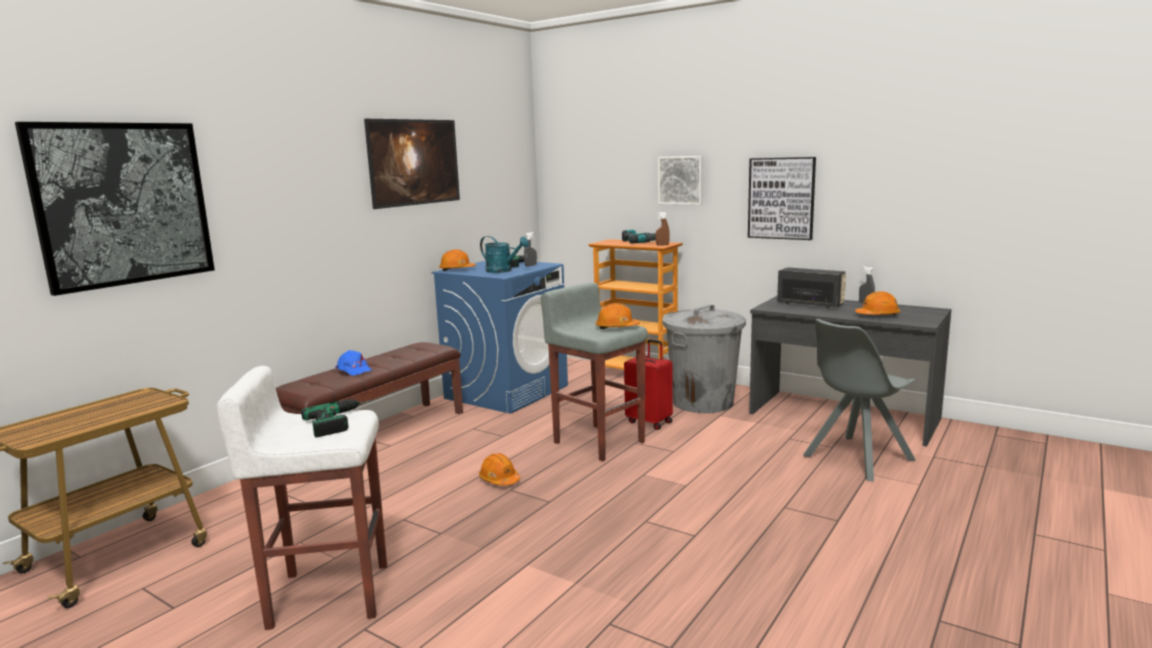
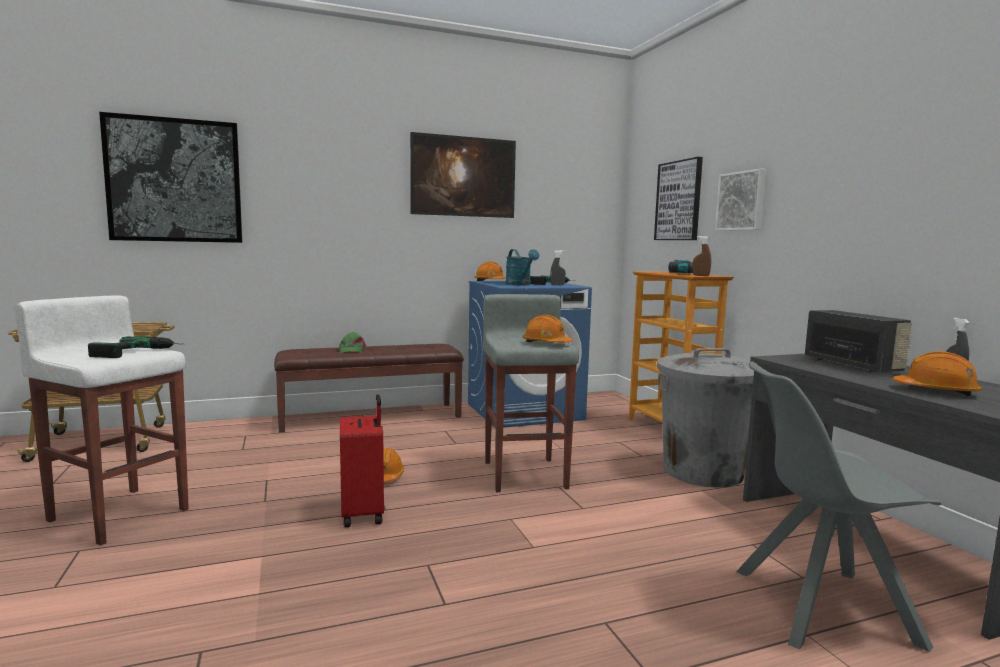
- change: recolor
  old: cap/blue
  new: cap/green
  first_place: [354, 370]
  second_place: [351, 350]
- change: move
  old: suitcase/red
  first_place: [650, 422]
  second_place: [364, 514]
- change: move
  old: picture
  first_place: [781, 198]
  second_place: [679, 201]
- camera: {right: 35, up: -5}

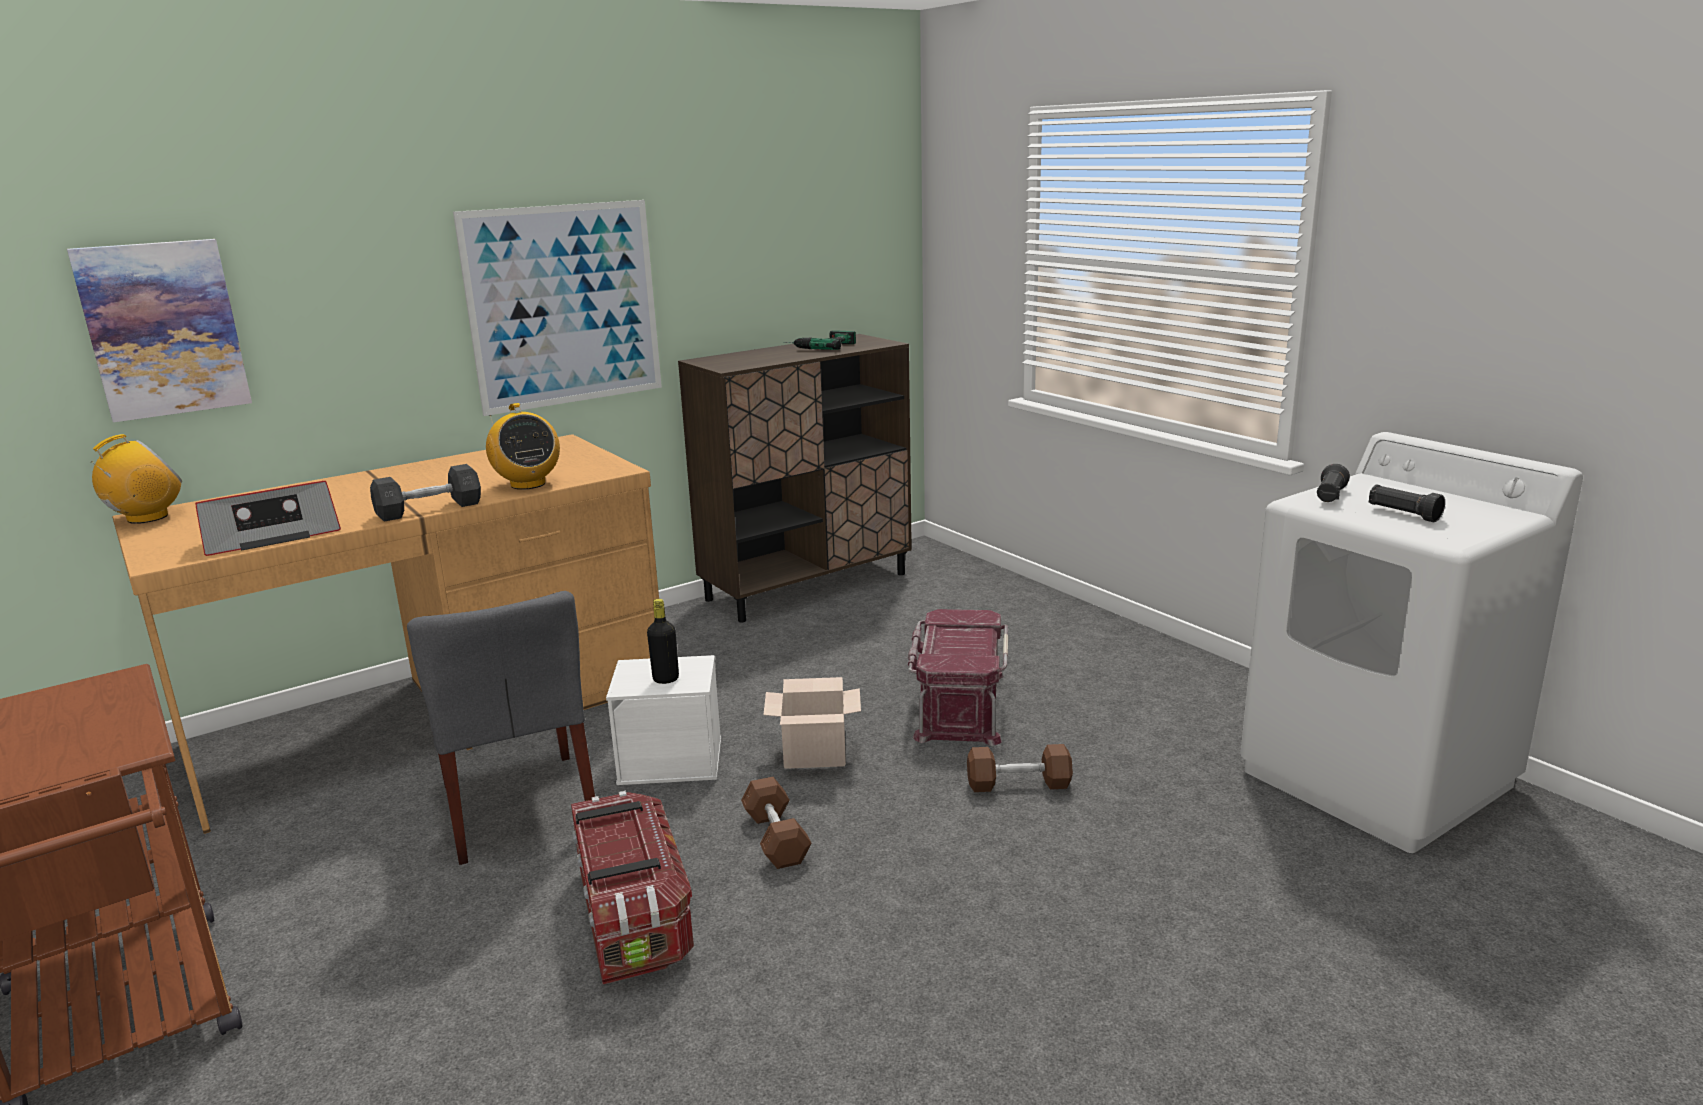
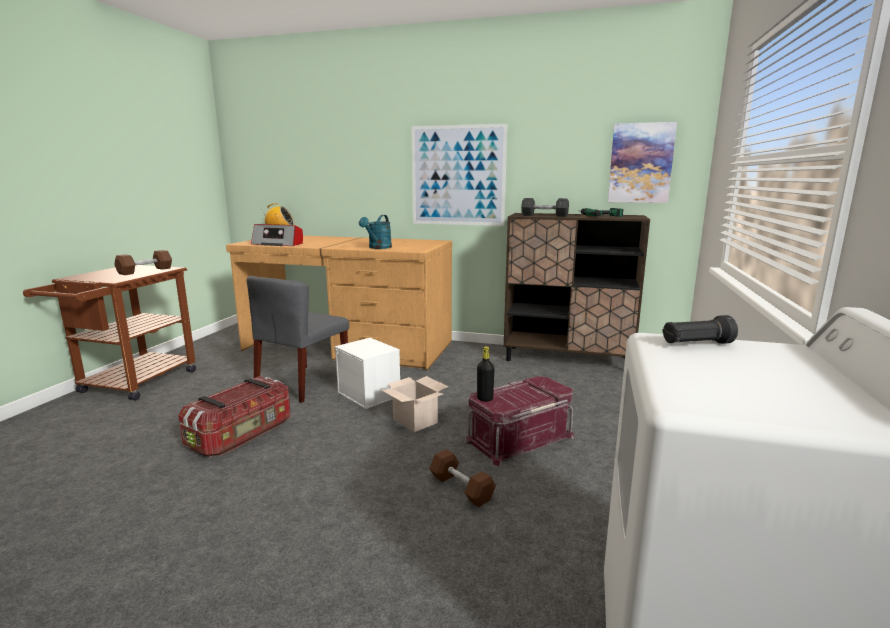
- change: move
  old: dumbbell/brown
  first_place: [776, 838]
  second_place: [145, 271]
- change: replace
  old: radio
  new: watering can/turquoise
  first_place: [527, 484]
  second_place: [378, 248]
- change: move
  old: bottle/black
  first_place: [666, 679]
  second_place: [485, 398]
- change: move
  old: dumbbell/grey
  first_place: [429, 509]
  second_place: [544, 215]
- change: move
  old: picture
  first_place: [163, 329]
  second_place: [640, 163]
- change: delete
  old: flashlight/black
  first_place: [1402, 514]
- camera: {right: 50, up: -5}

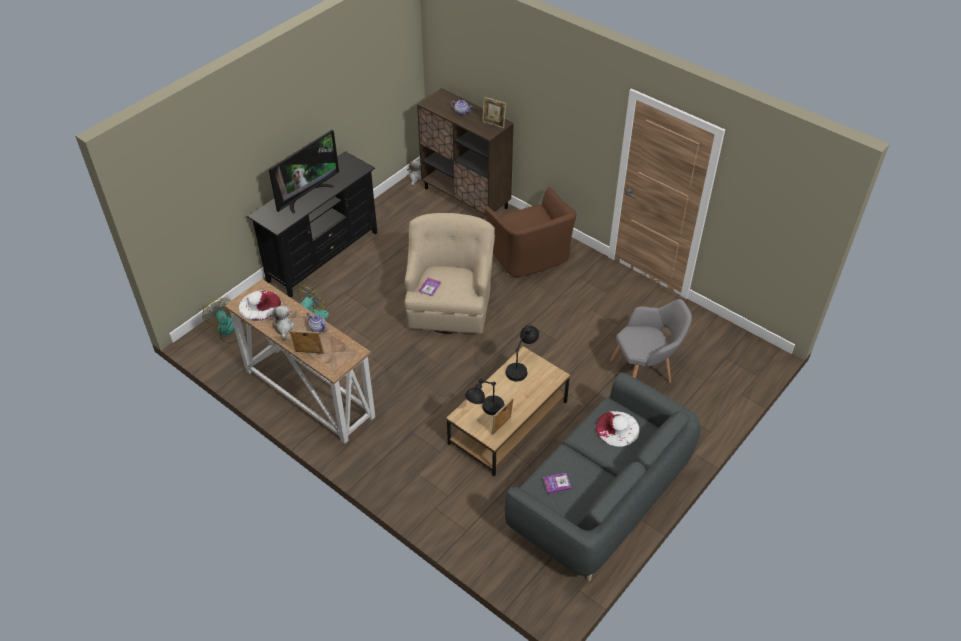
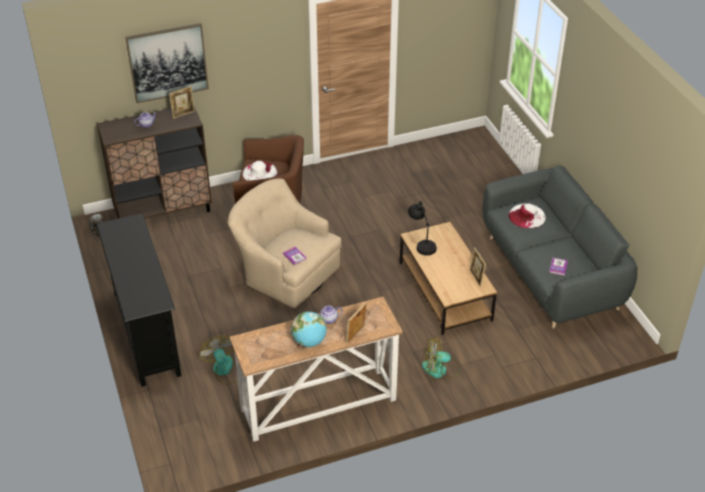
- change: insert
  new: picture
  second_place: [167, 62]
- change: move
  old: hat/white
  first_place: [259, 305]
  second_place: [260, 172]
- change: replace
  old: plush toy
  new: globe
  first_place: [283, 327]
  second_place: [309, 341]
- change: move
  old: fan
  first_place: [229, 330]
  second_place: [440, 369]
- change: delete
  old: television
  first_place: [307, 195]
- change: delete
  old: table lamp/black
  first_place: [485, 412]
- change: delete
  old: armchair/grey
  first_place: [645, 372]
- camera: {right: -60, up: -5}

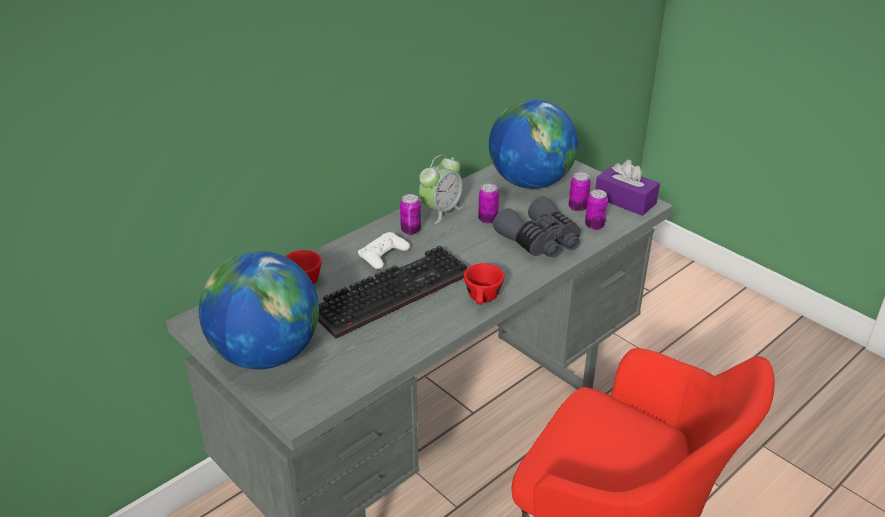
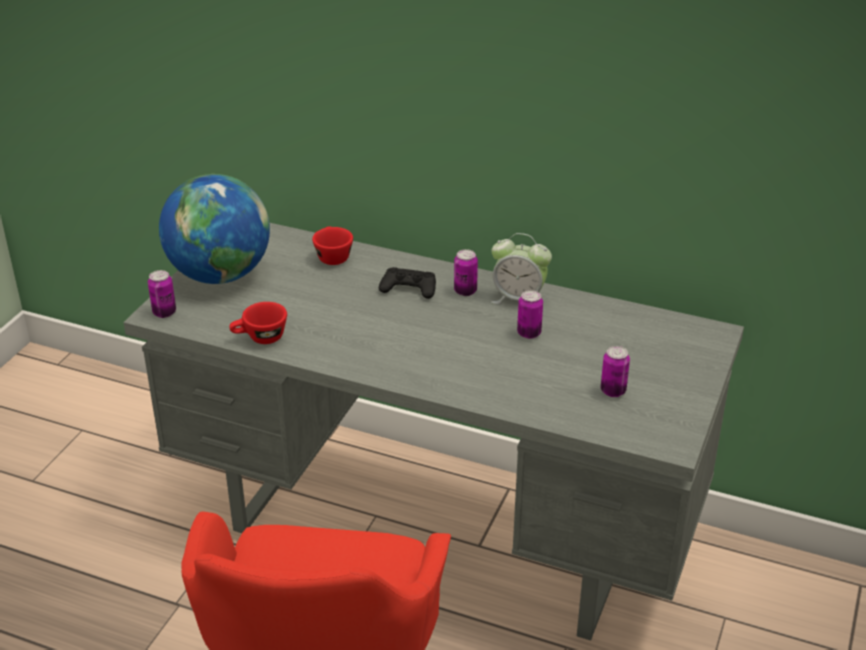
- change: move
  old: can
  first_place: [594, 225]
  second_place: [164, 312]
- change: move
  old: cup/red
  first_place: [483, 299]
  second_place: [260, 338]
- change: recolor
  old: game controller/white
  new: game controller/black
  first_place: [383, 255]
  second_place: [409, 288]
- change: delete
  old: keyboard
  first_place: [392, 291]
- change: delete
  old: globe
  first_place: [530, 182]
- change: delete
  old: binoculars/grey
  first_place: [540, 241]
- change: delete
  old: tissue box/purple
  first_place: [625, 200]
- camera: {right: 65, up: 0}

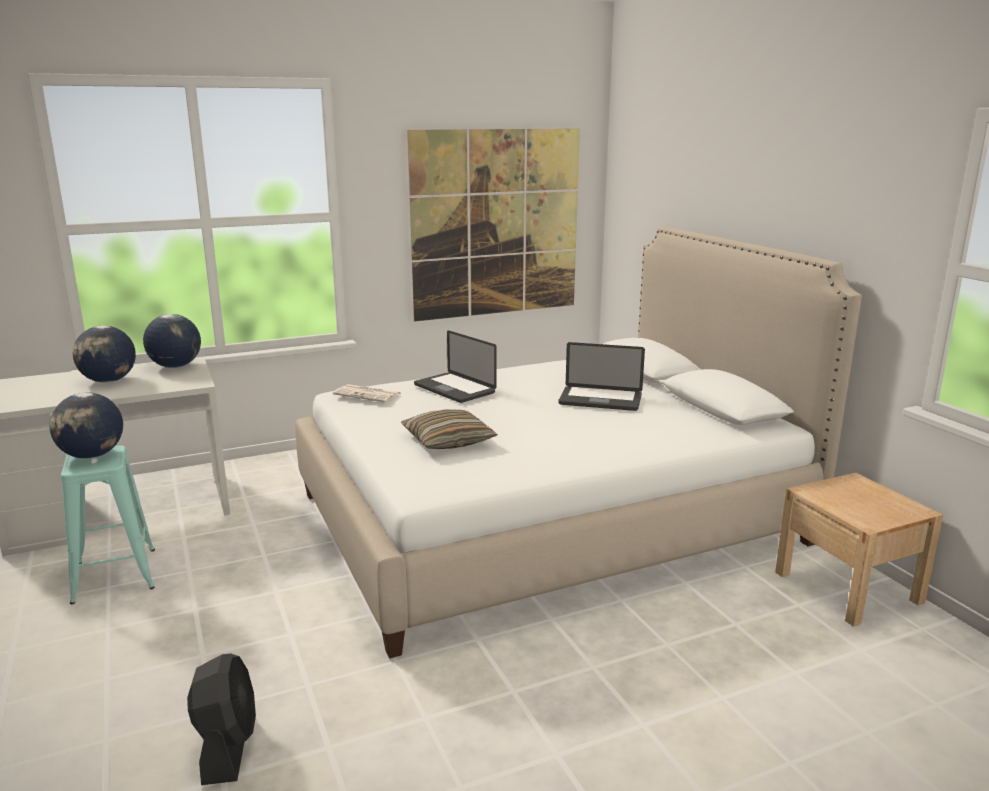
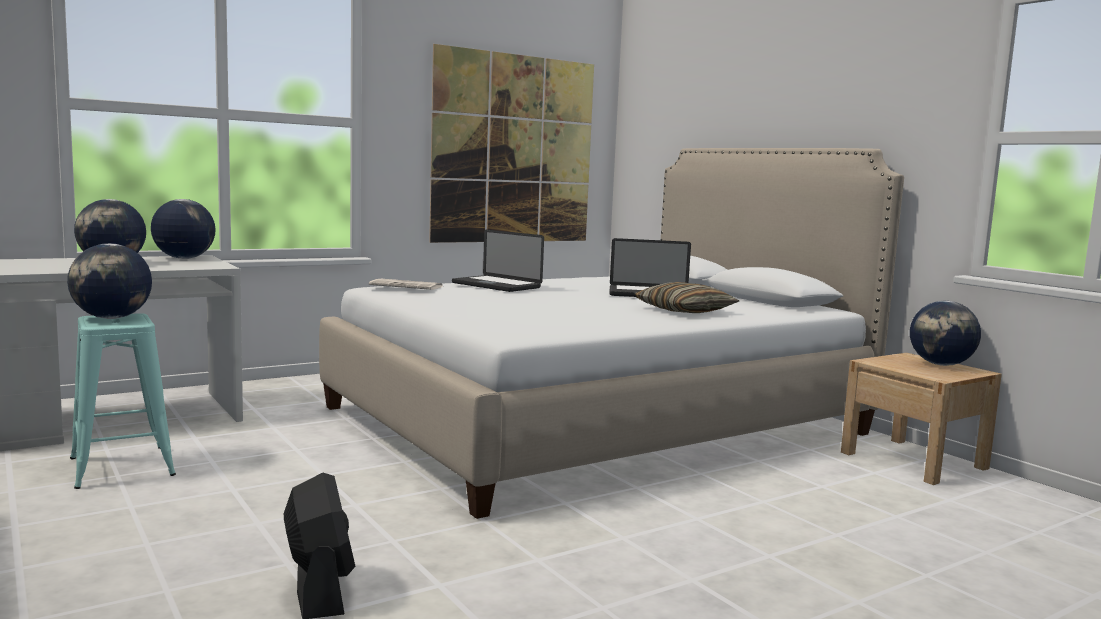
- change: move
  old: pillow
  first_place: [448, 441]
  second_place: [685, 311]
- change: insert
  new: globe
  second_place: [941, 364]
- camera: {right: -10, up: -10}

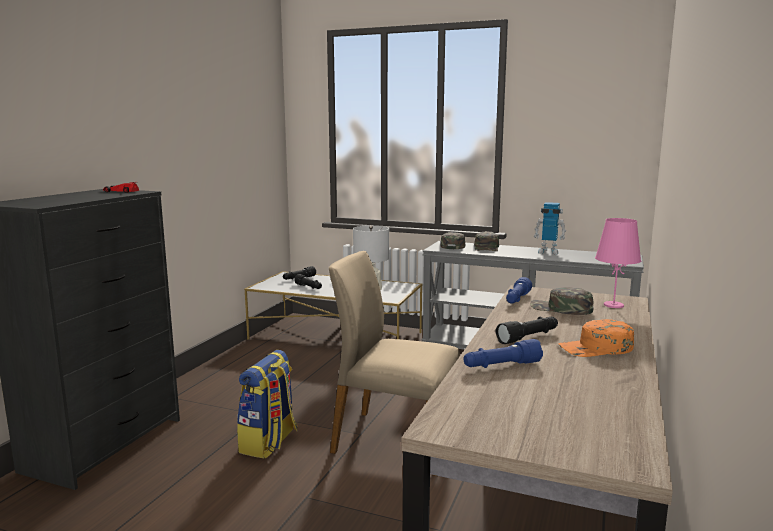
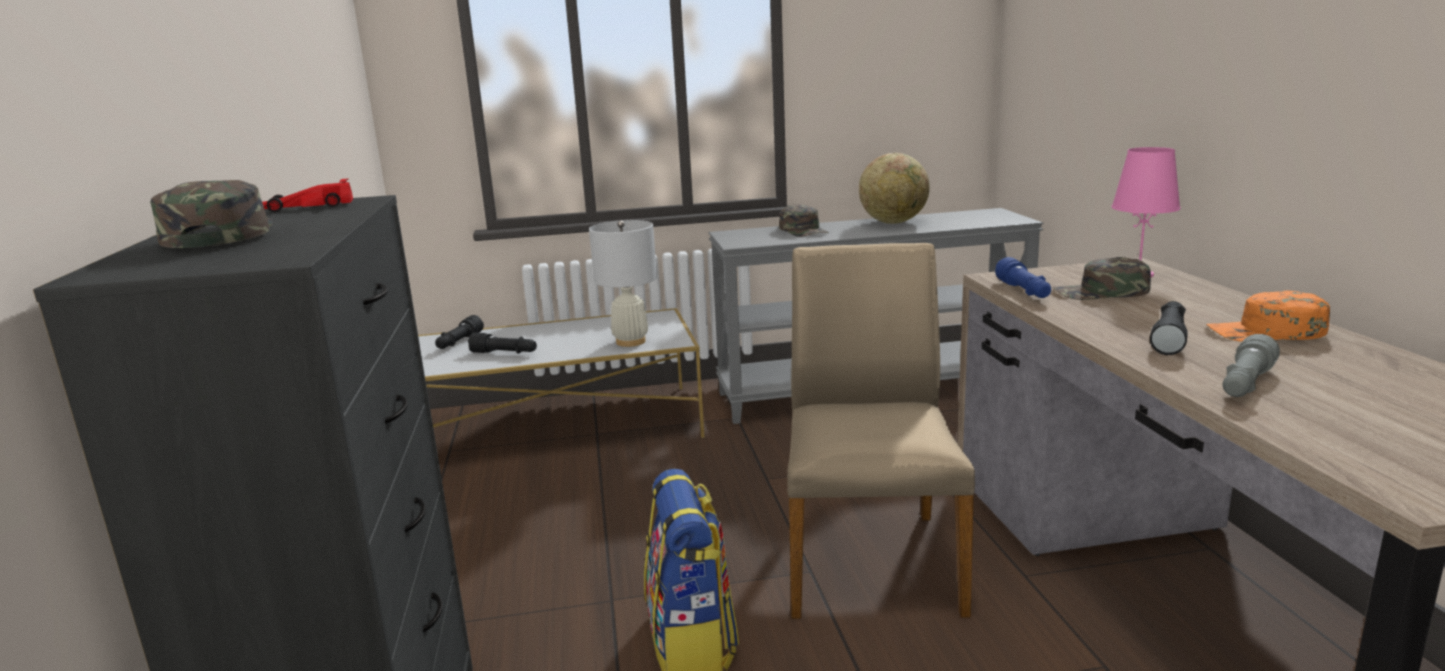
- change: move
  old: cap/green
  first_place: [453, 246]
  second_place: [219, 235]
- change: rotate
  old: chair/beige
  first_place: [395, 440]
  second_place: [870, 560]
  degrees: 105
- change: replace
  old: toy robot
  new: globe
  first_place: [548, 252]
  second_place: [893, 222]
- change: rotate
  old: cap/orange
  first_place: [596, 348]
  second_place: [1266, 332]
  degrees: 45
- change: recolor
  old: flashlight/blue
  new: flashlight/grey
  first_place: [501, 366]
  second_place: [1245, 385]
- camera: {right: -30, up: 5}

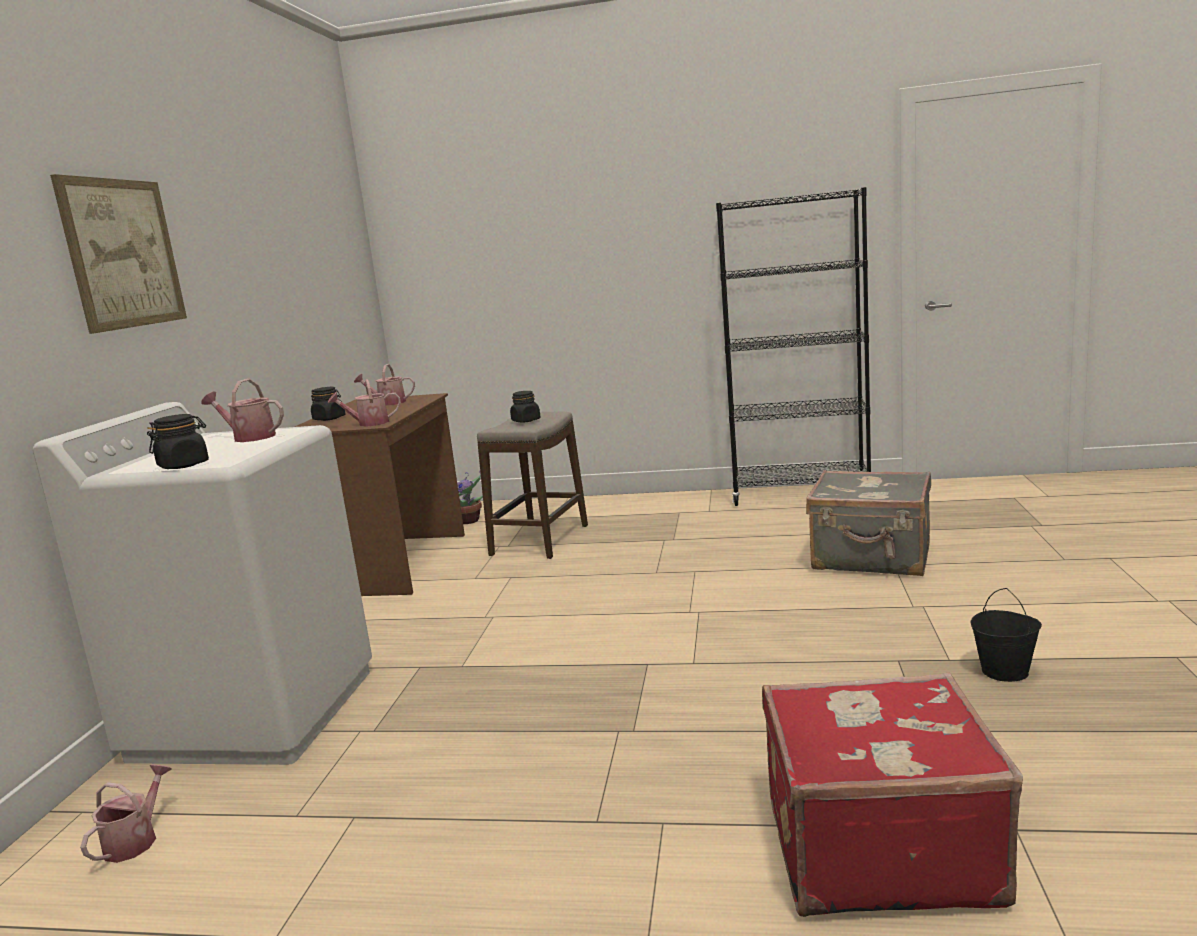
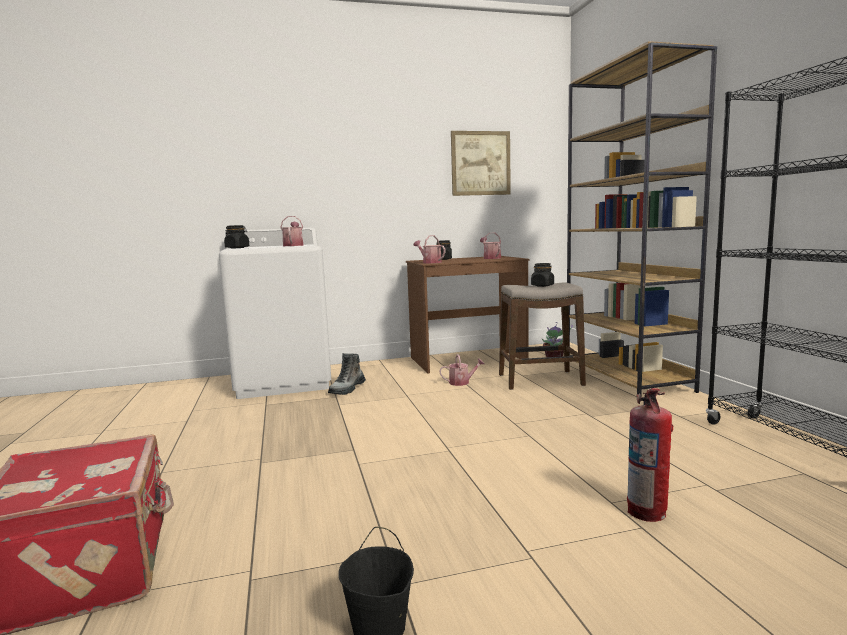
- change: insert
  new: boot
  second_place: [347, 389]
- change: move
  old: watering can
  first_place: [136, 840]
  second_place: [462, 382]
- change: move
  old: picture
  first_place: [123, 253]
  second_place: [480, 163]
- change: insert
  new: bookcase/brown
  second_place: [627, 378]
- change: replace
  old: suitcase/grey
  new: fire extinguisher
  first_place: [872, 558]
  second_place: [647, 511]
- camera: {right: 65, up: -5}

